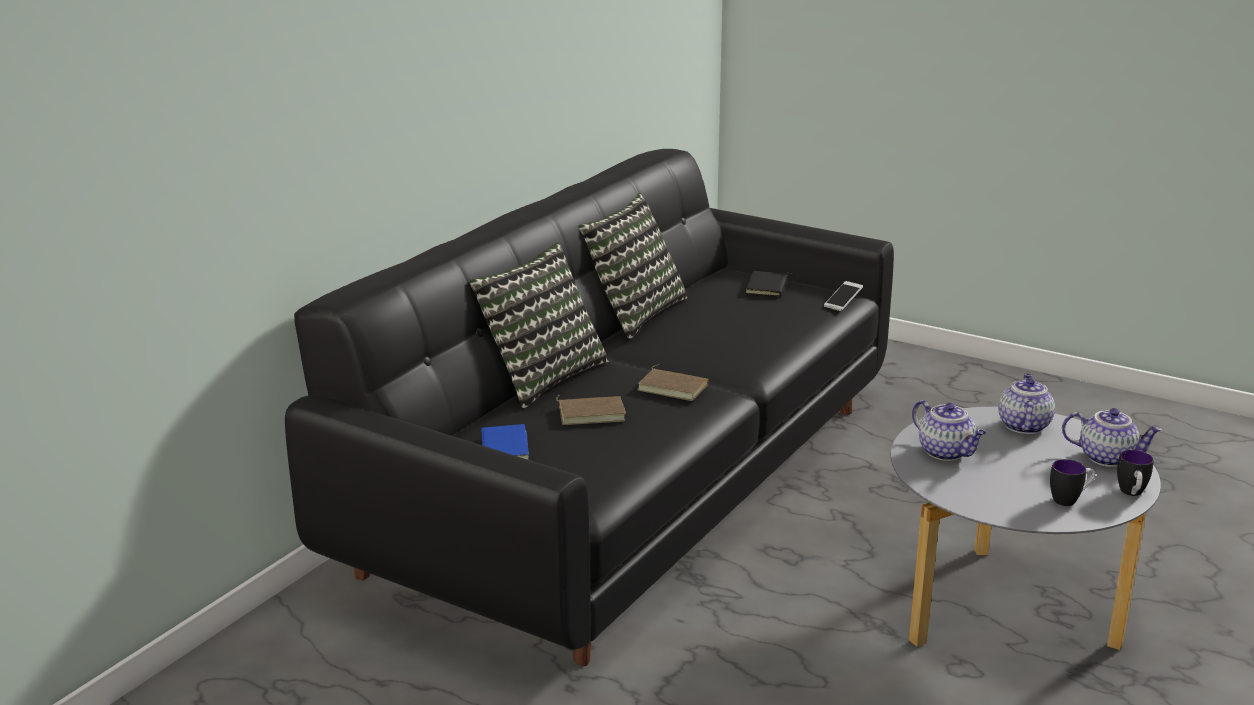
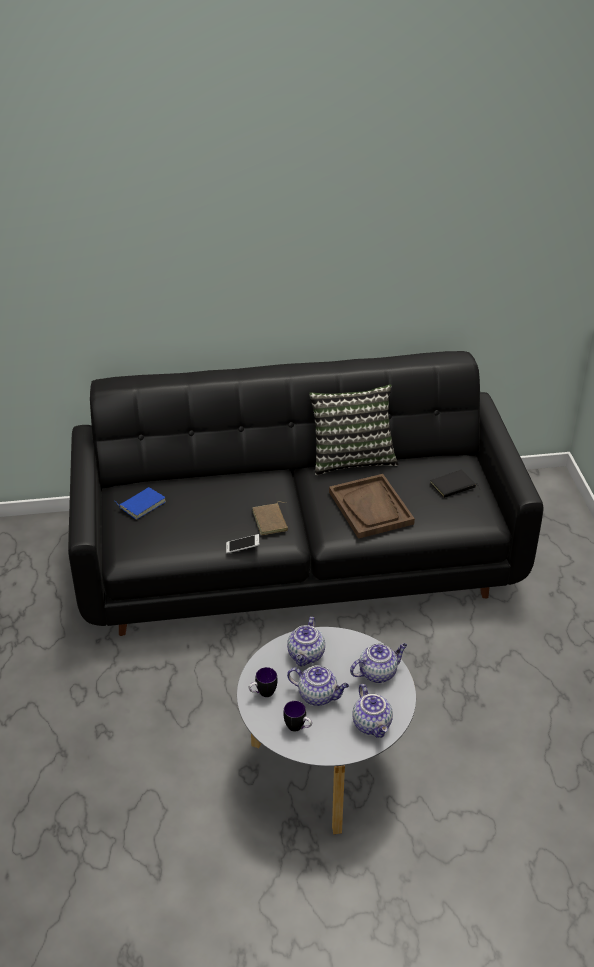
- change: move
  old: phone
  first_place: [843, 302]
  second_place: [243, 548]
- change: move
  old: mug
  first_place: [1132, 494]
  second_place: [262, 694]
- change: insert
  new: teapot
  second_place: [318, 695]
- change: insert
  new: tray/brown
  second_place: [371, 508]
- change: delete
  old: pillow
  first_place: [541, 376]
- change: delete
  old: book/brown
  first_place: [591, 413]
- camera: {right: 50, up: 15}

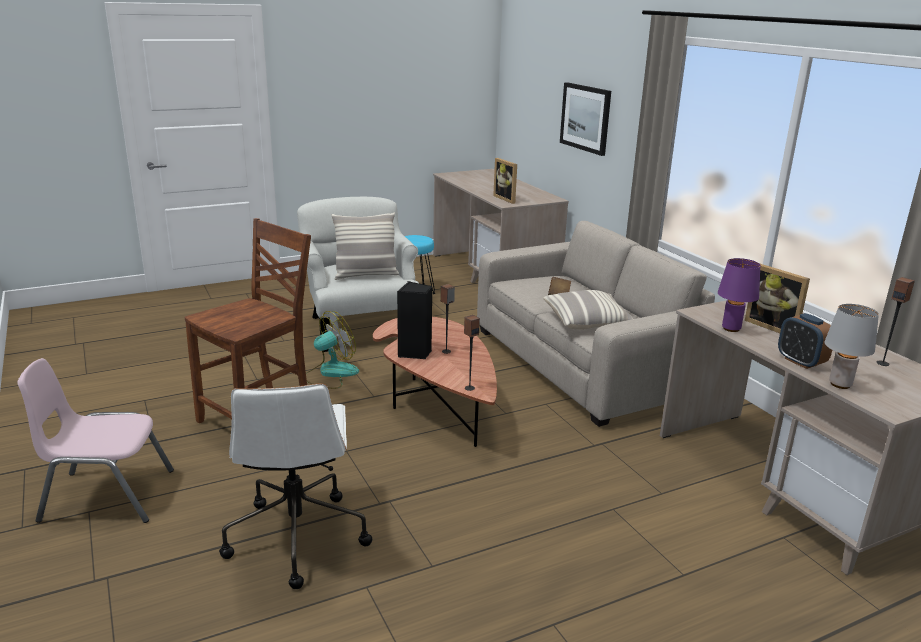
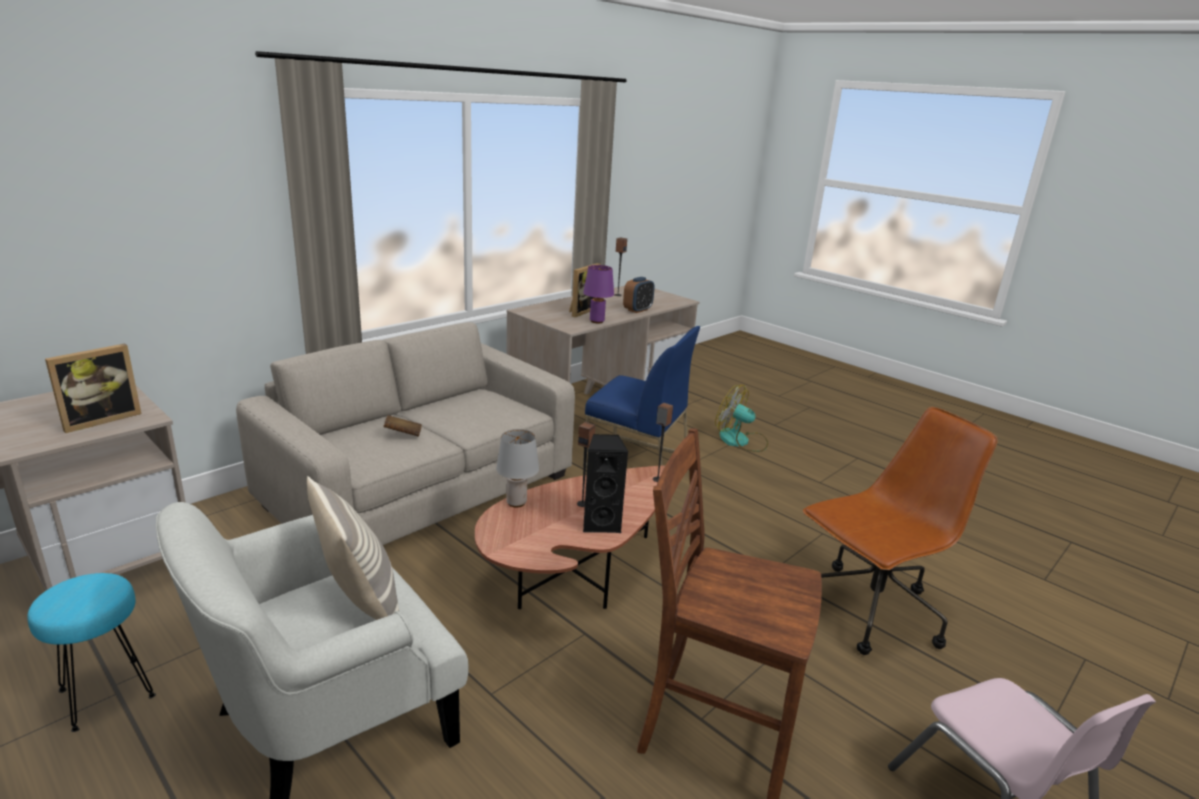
- change: move
  old: table lamp/grey
  first_place: [840, 384]
  second_place: [517, 502]
- change: insert
  new: chair/blue
  second_place: [635, 461]
- change: move
  old: fan
  first_place: [330, 373]
  second_place: [740, 441]
- change: recolor
  old: office chair/white
  new: office chair/brown
  first_place: [296, 536]
  second_place: [869, 612]
- change: delete
  old: pillow
  first_place: [587, 322]
- change: delete
  old: picture
  first_place: [585, 118]
- camera: {right: -110, up: 0}

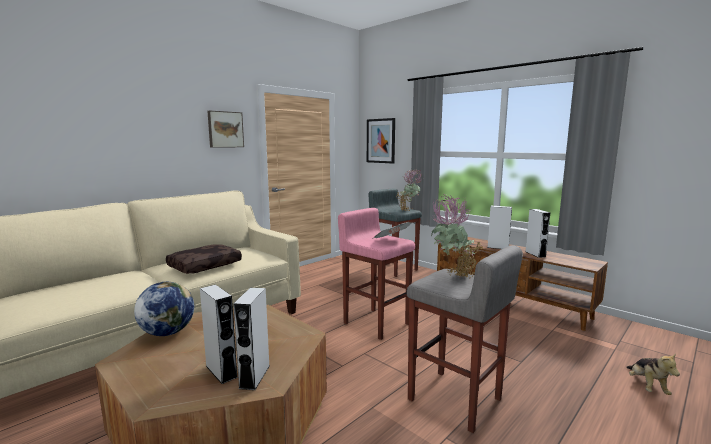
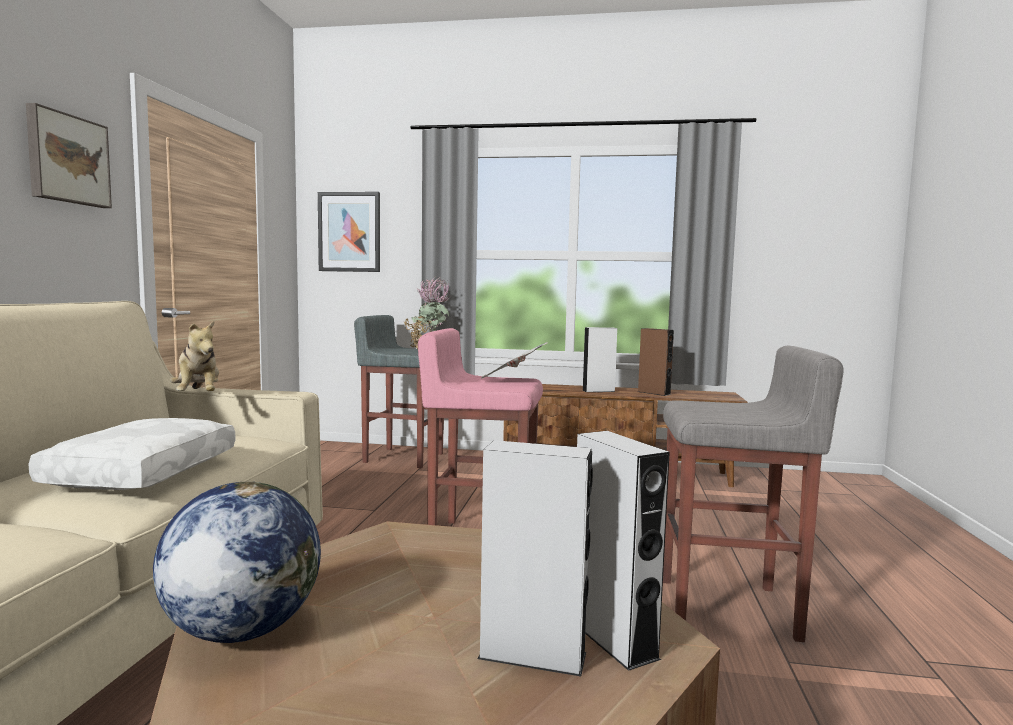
- change: recolor
  old: pillow/brown
  new: pillow/white
  first_place: [205, 265]
  second_place: [143, 471]
- change: move
  old: plush toy
  first_place: [647, 386]
  second_place: [199, 396]
- change: recolor
  old: speaker/white
  new: speaker/brown
  first_place: [535, 254]
  second_place: [654, 393]
- change: delete
  old: potted plant
  first_place: [453, 276]
- camera: {right: -35, up: -5}

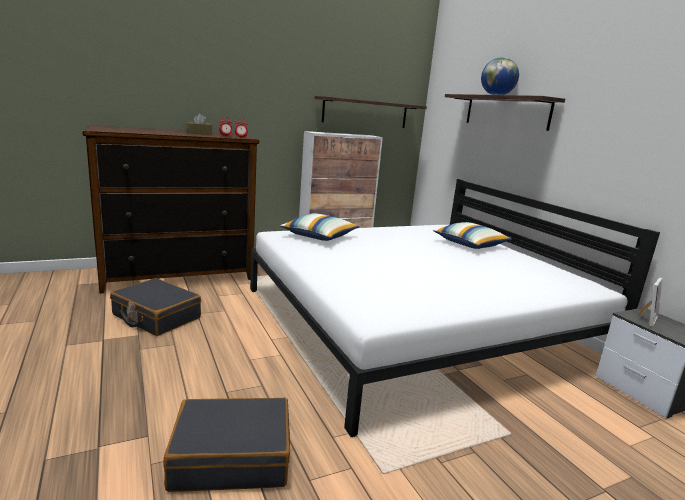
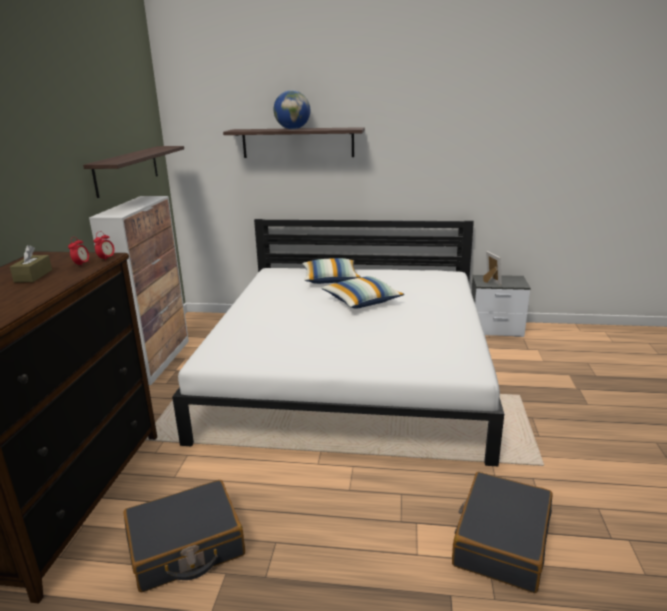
- change: move
  old: pillow
  first_place: [320, 236]
  second_place: [362, 301]
- camera: {right: -55, up: 5}

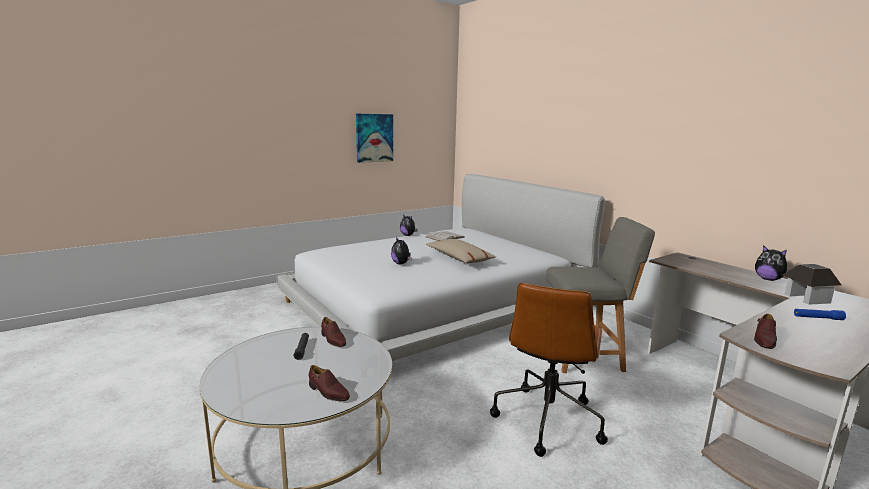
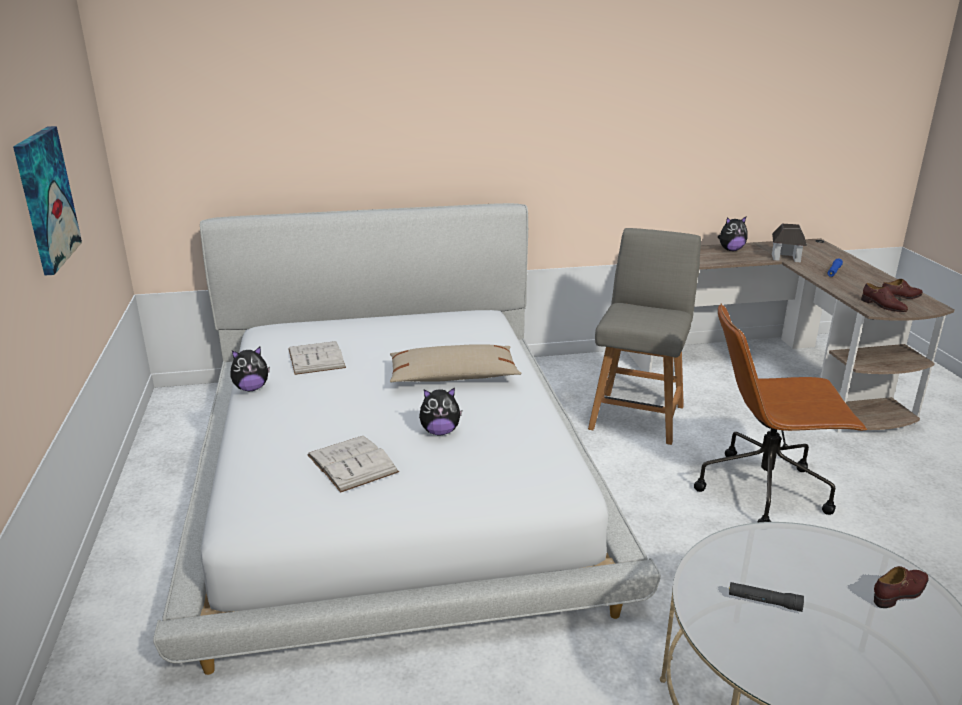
- change: insert
  new: book/white
  second_place: [352, 463]
- change: rotate
  old: office chair/brown
  first_place: [547, 419]
  second_place: [765, 490]
  degrees: 135
- change: move
  old: shoe/brown
  first_place: [333, 339]
  second_place: [901, 297]
- camera: {right: -65, up: 10}

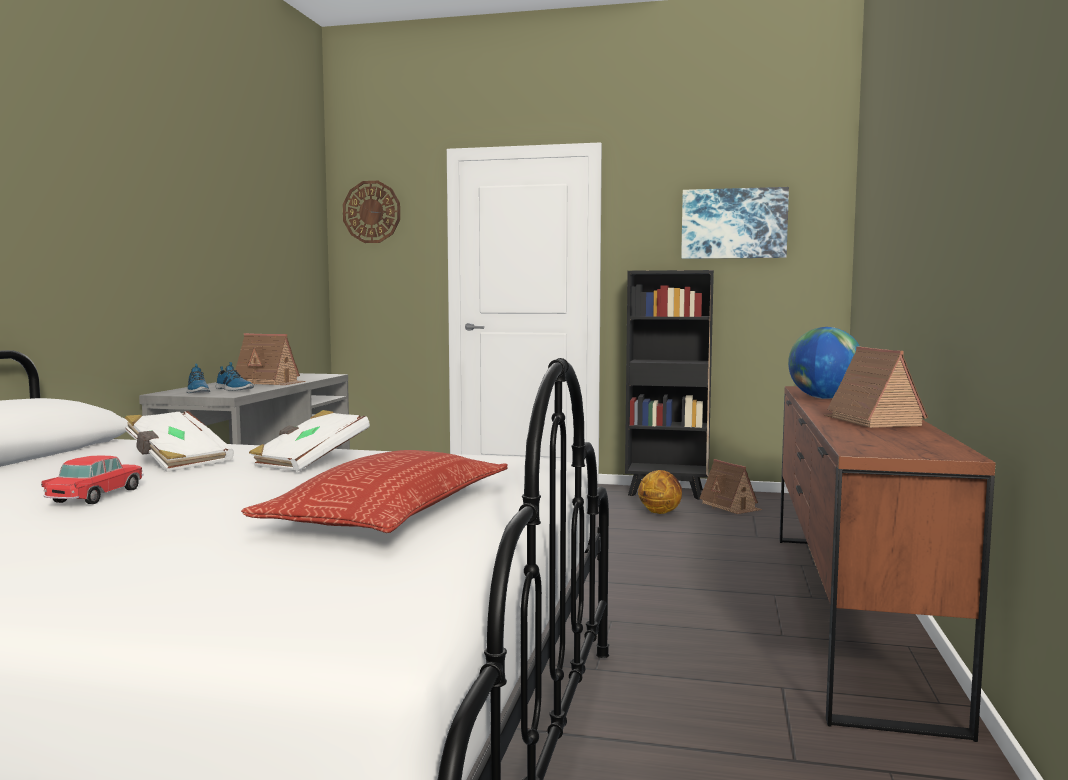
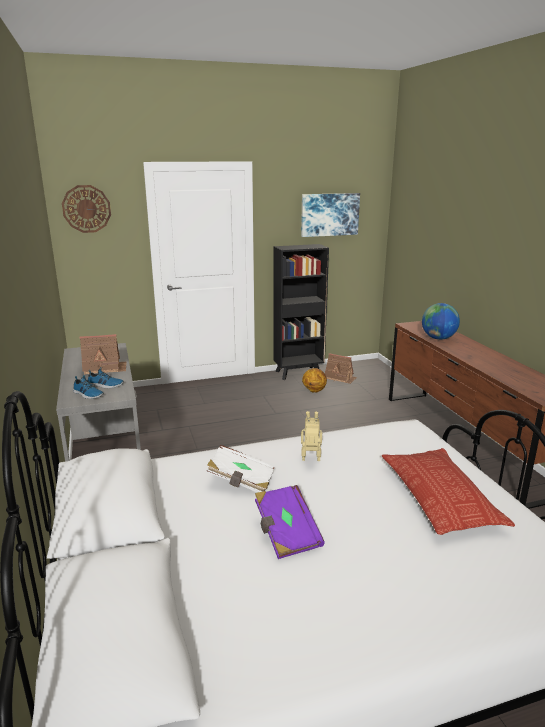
- change: replace
  old: toy car
  new: book/purple
  first_place: [97, 496]
  second_place: [286, 533]
- change: replace
  old: book/white
  new: toy robot
  first_place: [310, 461]
  second_place: [311, 460]
- change: delete
  old: toy house
  first_place: [872, 421]
- camera: {right: -30, up: 15}

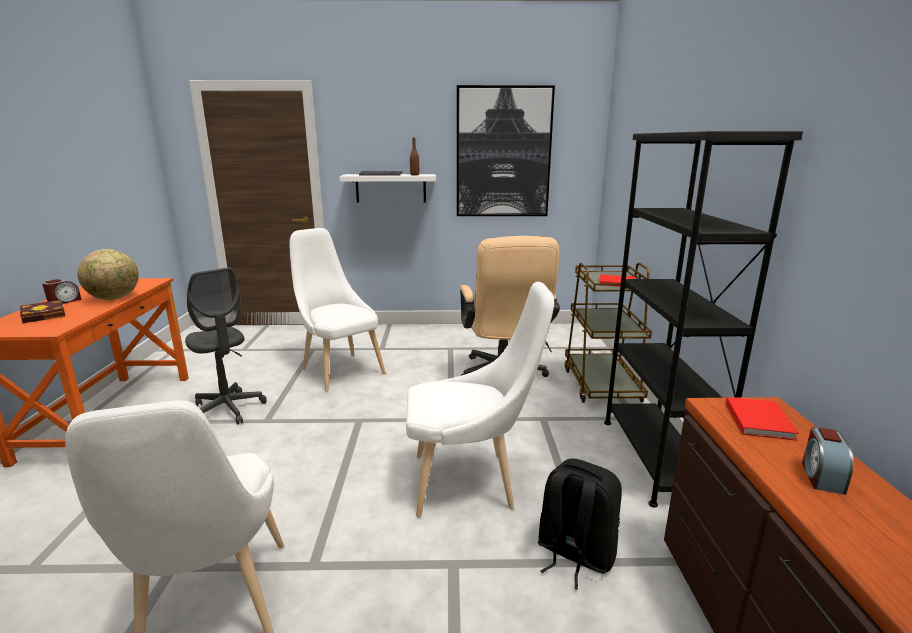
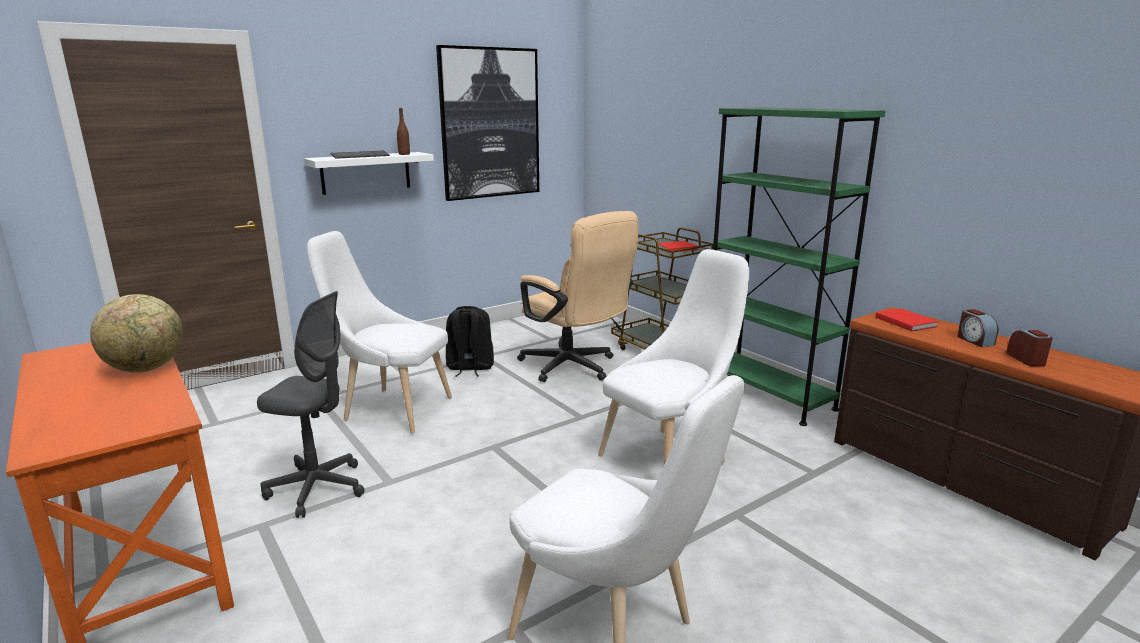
- change: move
  old: backpack/black
  first_place: [574, 554]
  second_place: [469, 368]
- change: recolor
  old: bookcase/black
  new: bookcase/green
  first_place: [655, 458]
  second_place: [767, 394]
- change: move
  old: alarm clock
  first_place: [64, 301]
  second_place: [1026, 359]
- change: delete
  old: book
  first_place: [46, 315]
- camera: {right: -35, up: 0}

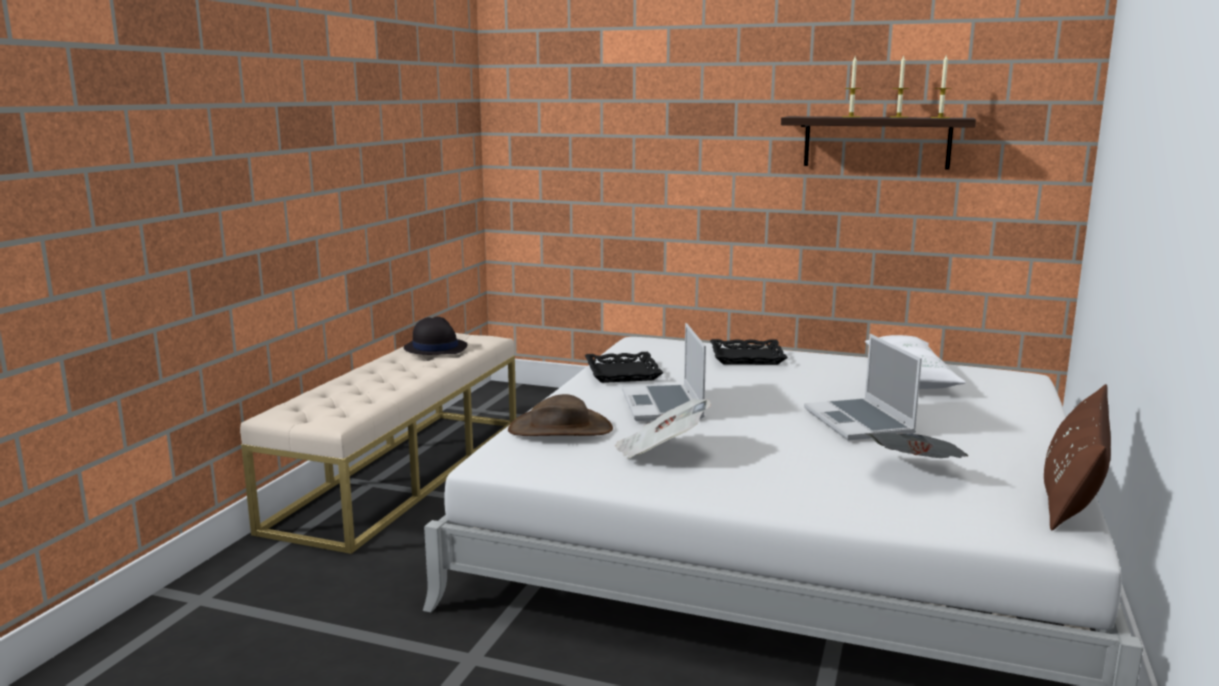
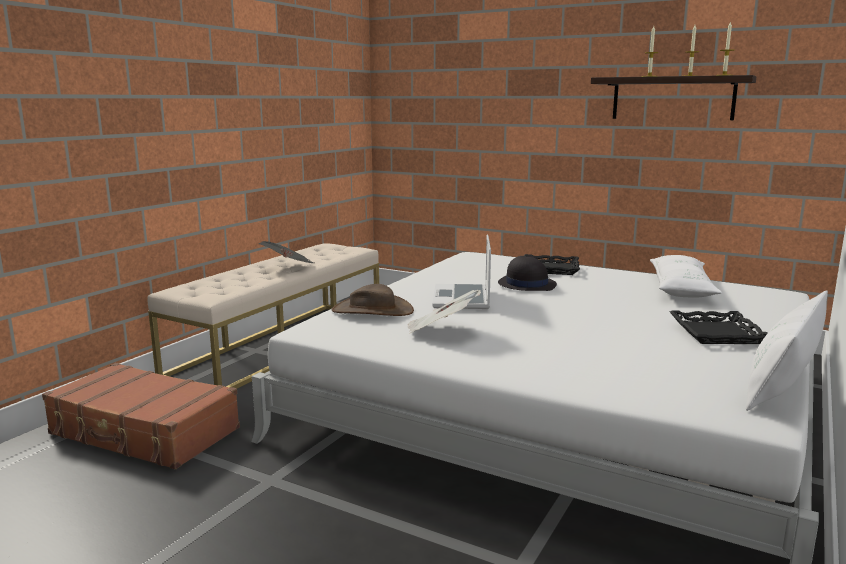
- change: insert
  new: suitcase/brown
  second_place: [144, 432]
- change: move
  old: newspaper
  first_place: [915, 471]
  second_place: [289, 267]
- change: move
  old: hat/black
  first_place: [435, 348]
  second_place: [526, 284]
- change: move
  old: tray/black
  first_place: [623, 373]
  second_place: [718, 333]
- change: recolor
  old: pillow/brown
  new: pillow/white
  first_place: [1072, 494]
  second_place: [781, 383]
- change: delete
  old: laptop
  first_place: [860, 422]
- camera: {right: 10, up: 0}

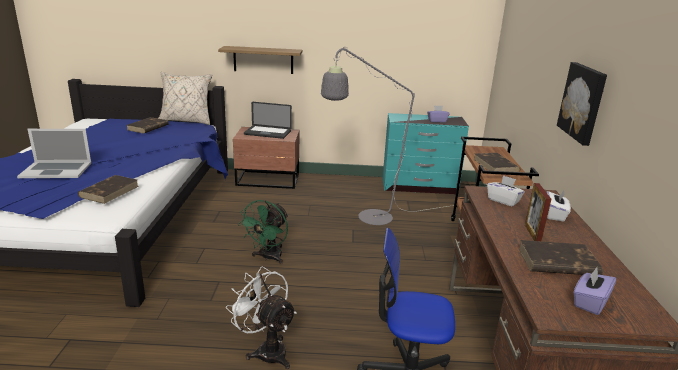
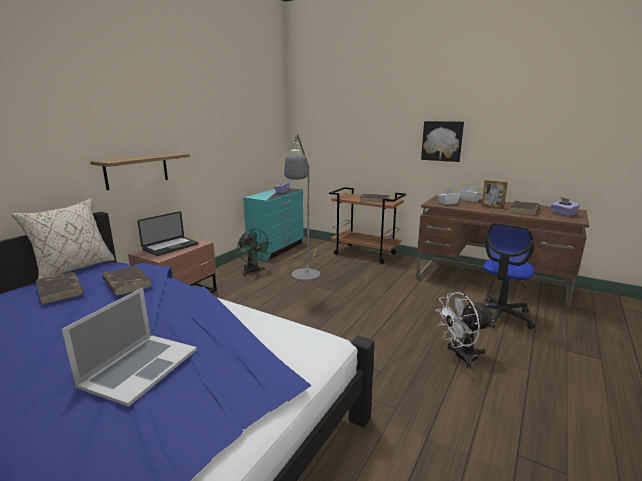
- change: move
  old: book/brown
  first_place: [110, 191]
  second_place: [126, 283]
- change: move
  old: fan/green
  first_place: [268, 258]
  second_place: [253, 271]
- camera: {right: -60, up: -5}

